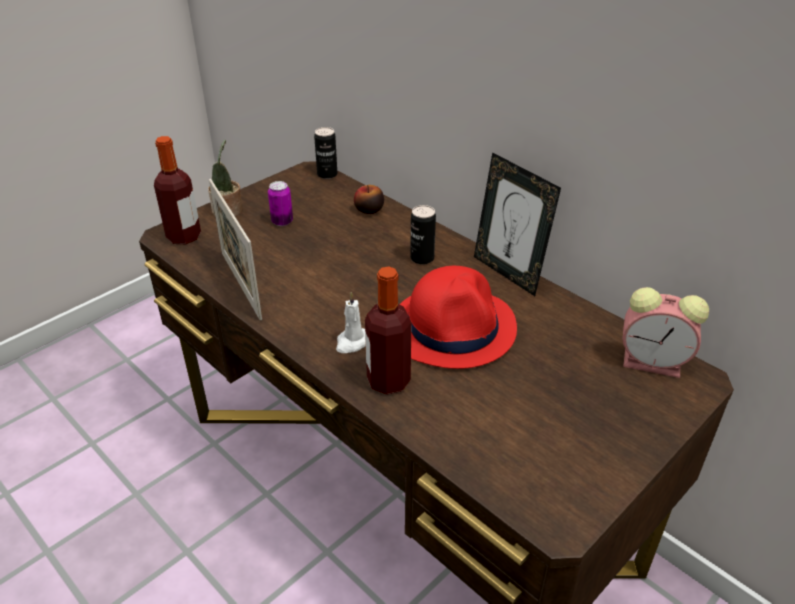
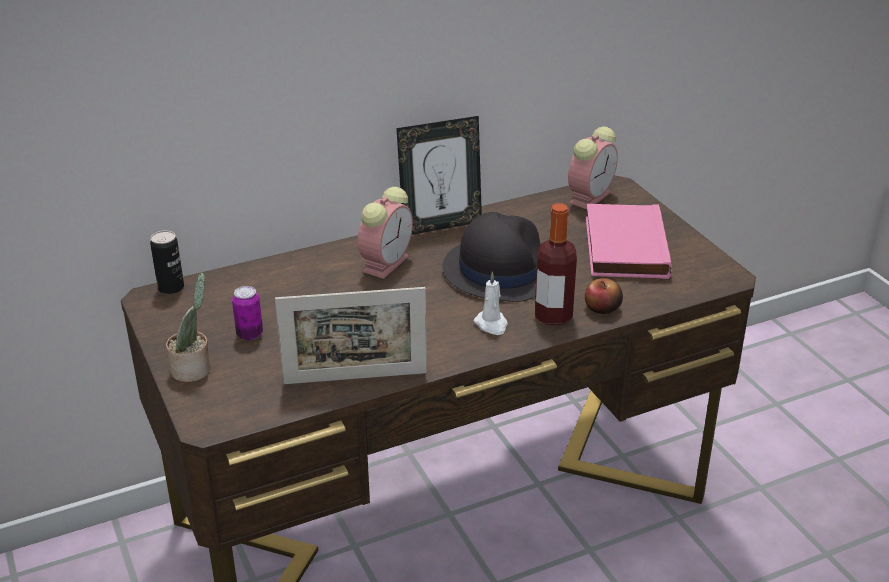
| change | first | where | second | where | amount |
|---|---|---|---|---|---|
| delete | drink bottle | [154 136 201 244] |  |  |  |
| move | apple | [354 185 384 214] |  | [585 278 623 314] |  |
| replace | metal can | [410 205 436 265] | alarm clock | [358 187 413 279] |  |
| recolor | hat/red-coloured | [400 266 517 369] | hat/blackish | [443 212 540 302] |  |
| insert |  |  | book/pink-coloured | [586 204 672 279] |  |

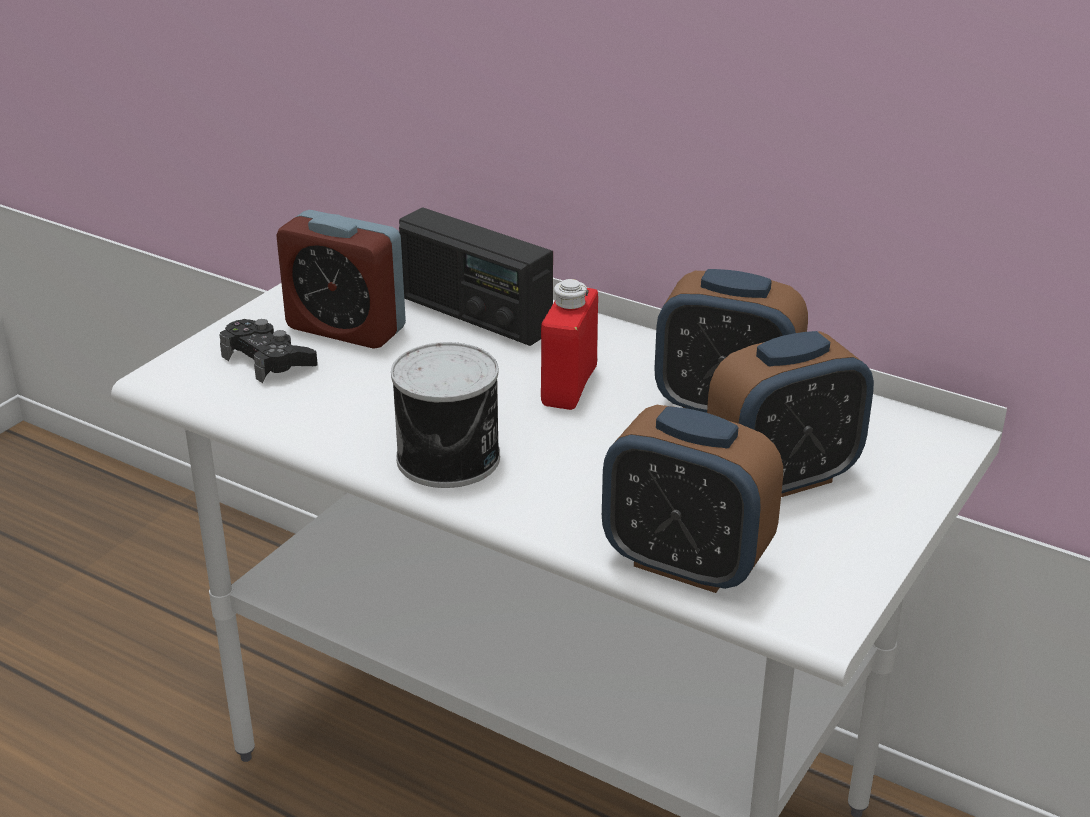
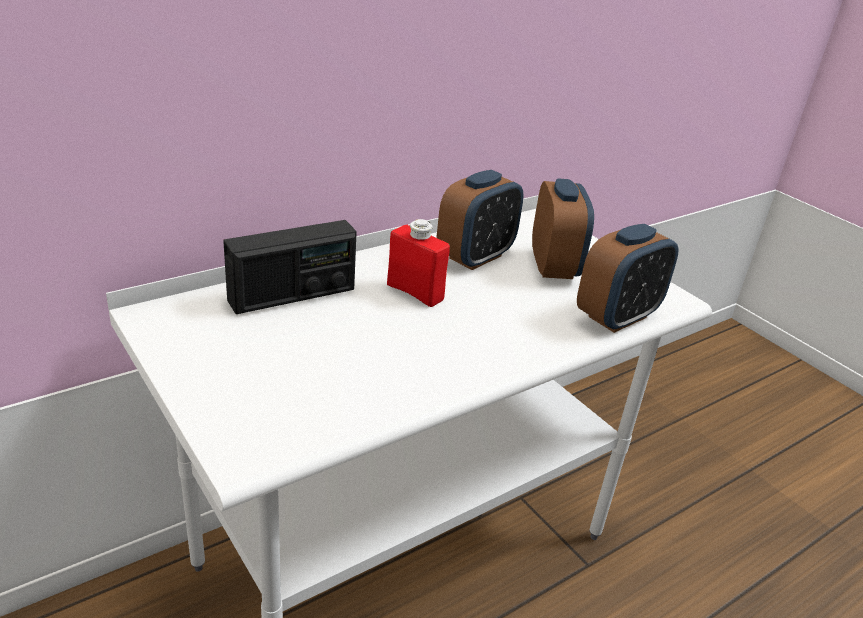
| change | first | where | second | where | amount |
|---|---|---|---|---|---|
| delete | alarm clock | [276 210 406 349] |  |  |  |
| delete | game controller/blackish | [219 319 318 383] |  |  |  |
| delete | metal can | [391 342 500 488] |  |  |  |

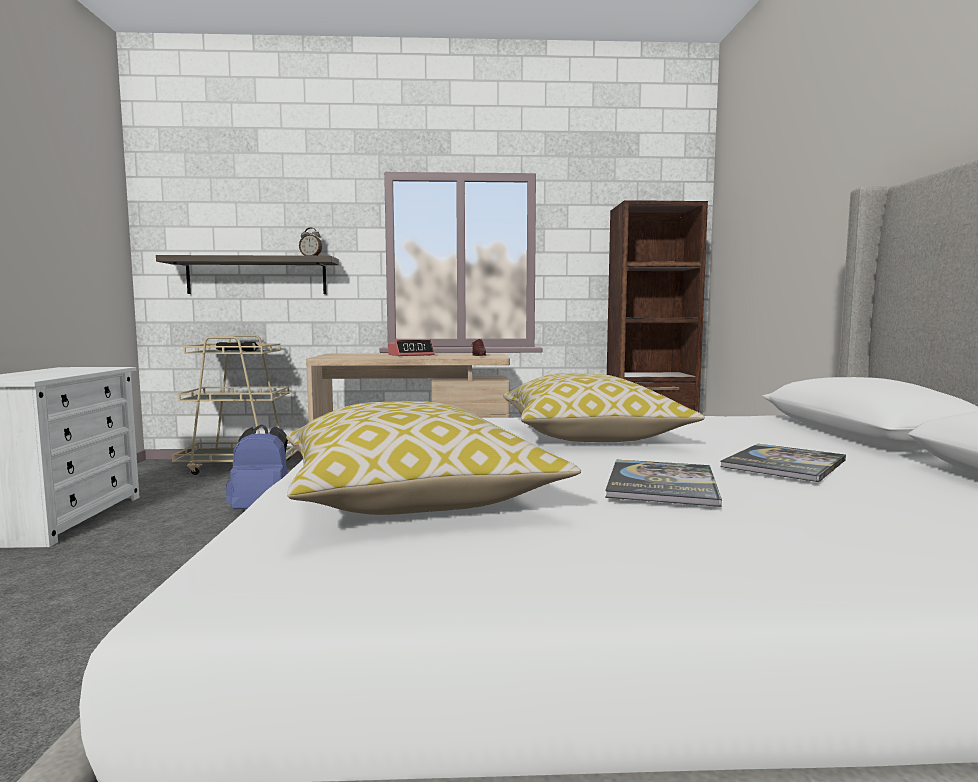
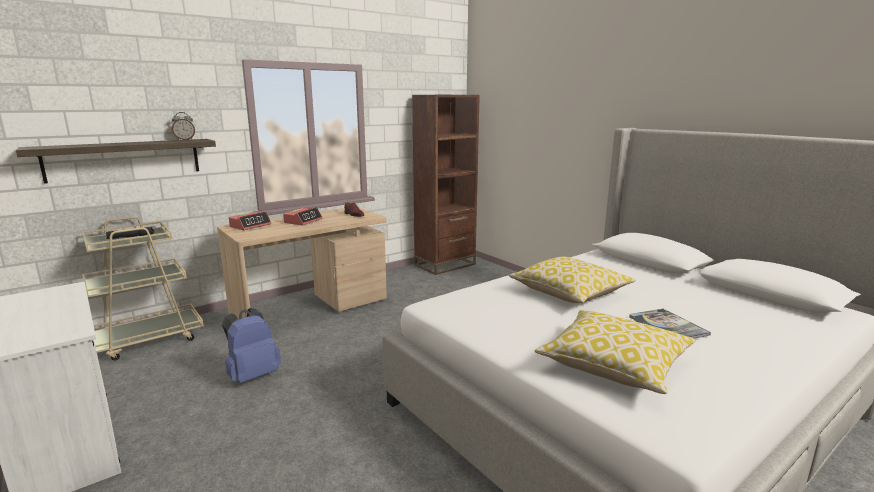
| change | first | where | second | where | amount |
|---|---|---|---|---|---|
| delete | book | [720 444 846 482] |  |  |  |
| insert |  |  | alarm clock | [229 212 271 230] |  |

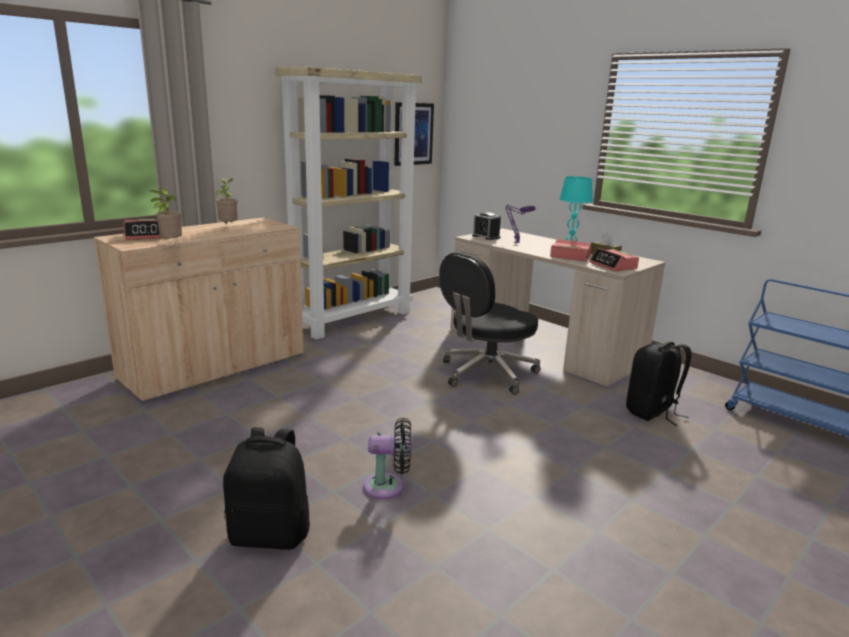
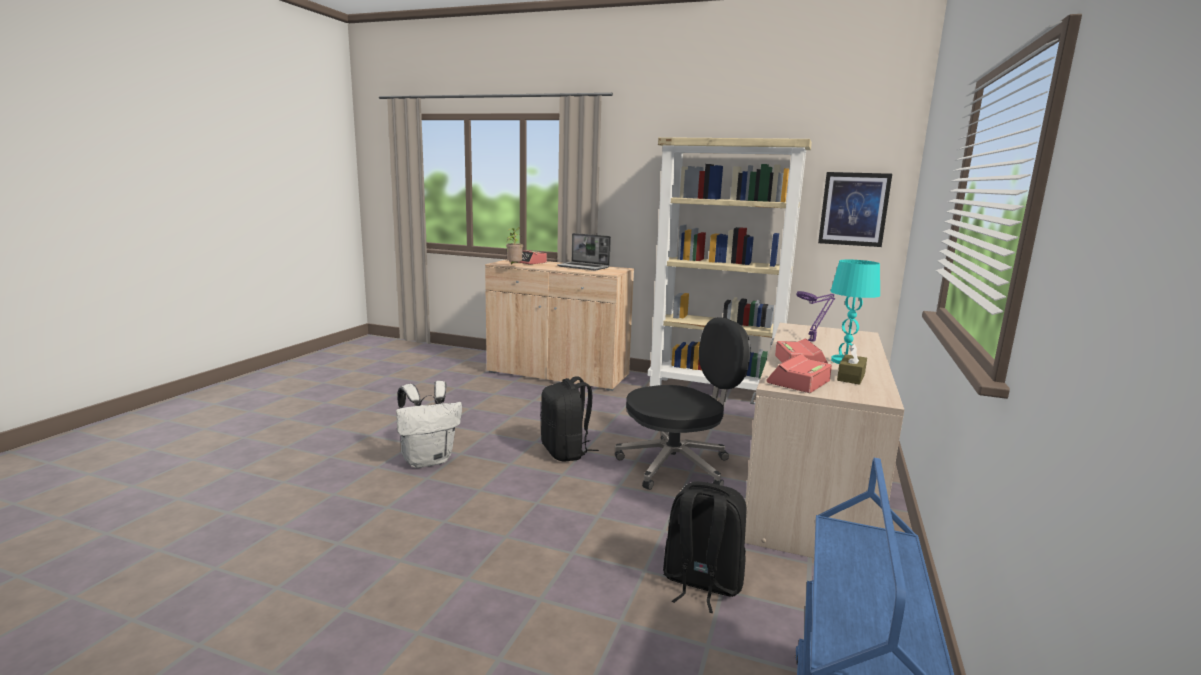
| change | first | where | second | where | amount |
|---|---|---|---|---|---|
| replace | plant in a pot | [216 178 238 225] | laptop | [557 233 611 270] |  |
| delete | alarm clock | [472 213 501 240] |  |  |  |
| rotate | desk chair/blackish | [439 252 540 395] |  | [615 317 751 490] | 135 degrees clockwise |
| replace | cooling fan/blackish | [363 417 411 499] | knapsack/whitish | [396 381 462 468] |  |
| move | knapsack/blackish | [223 427 310 550] |  | [540 376 599 462] |  |

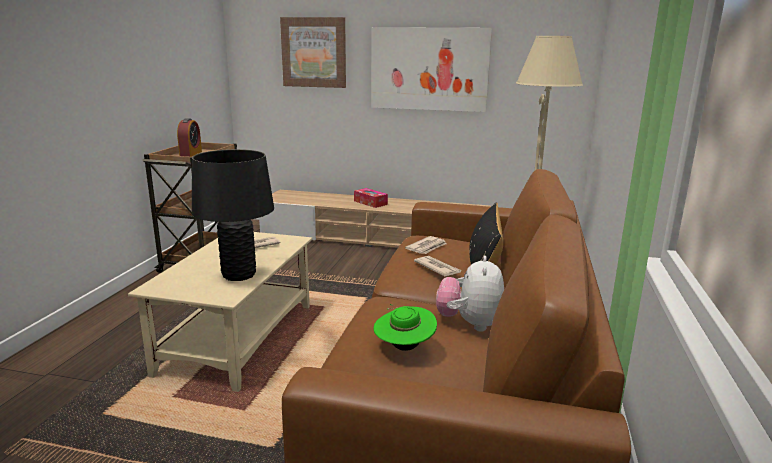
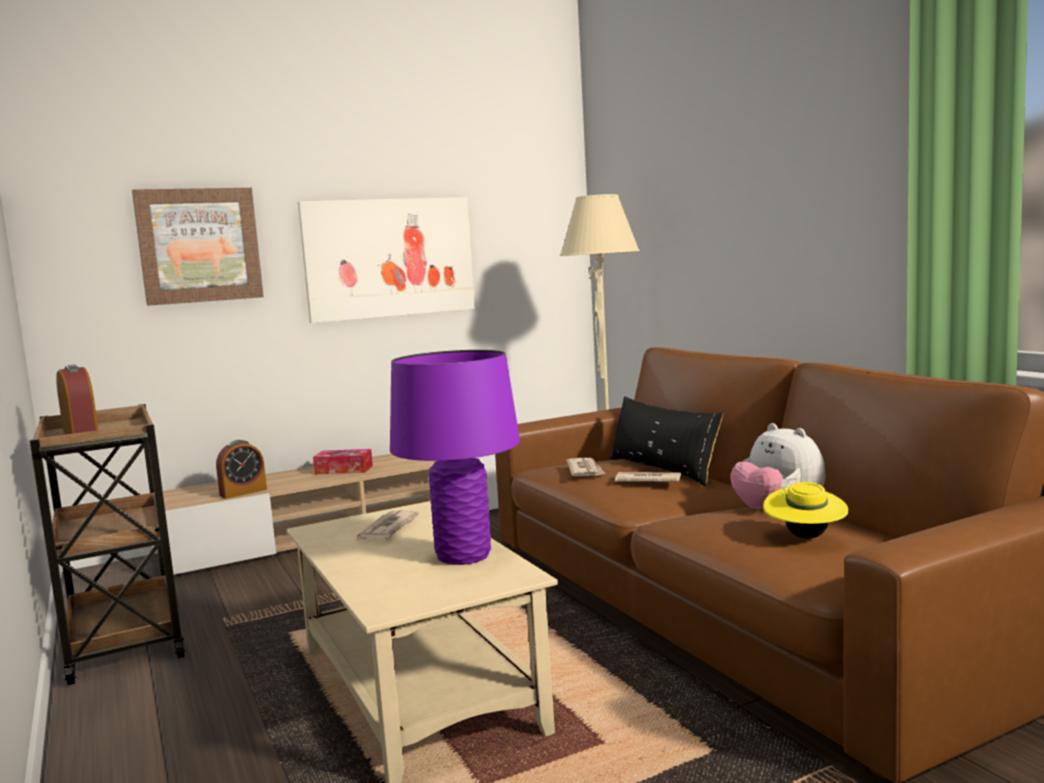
| change | first | where | second | where | amount |
|---|---|---|---|---|---|
| recolor | lamp for a table/blackish | [192 149 274 281] | lamp for a table/purple | [390 350 520 565] |  |
| recolor | hat/green-coloured | [373 304 437 351] | hat/yellow | [763 482 849 538] |  |
| insert |  |  | alarm clock | [216 440 267 499] |  |

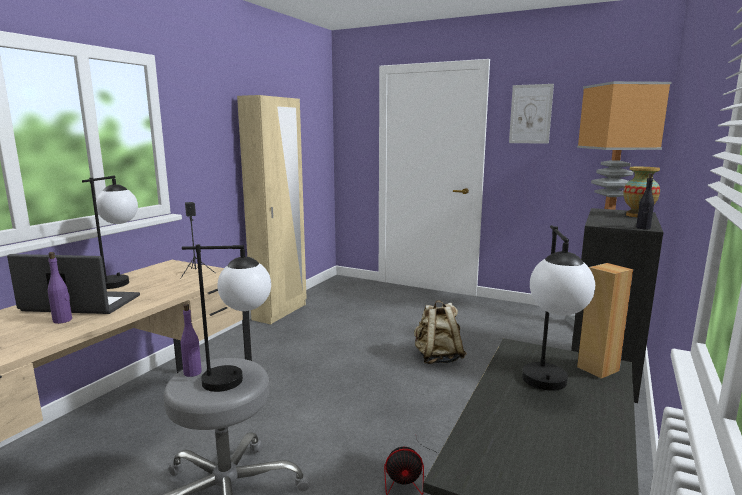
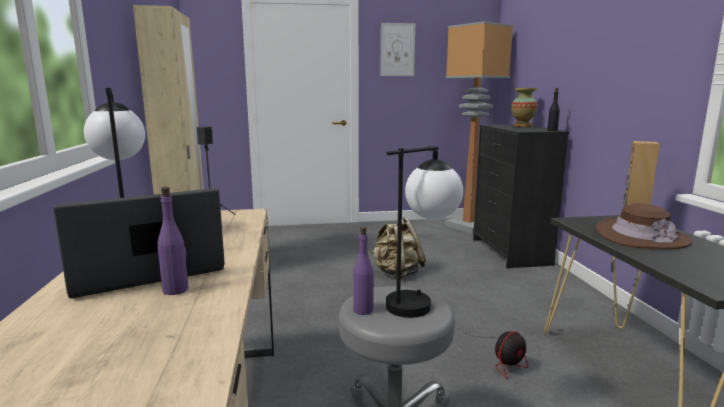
| change | first | where | second | where | amount |
|---|---|---|---|---|---|
| replace | lamp for a table | [522 225 595 391] | hat/brownish | [596 203 692 249] |  |

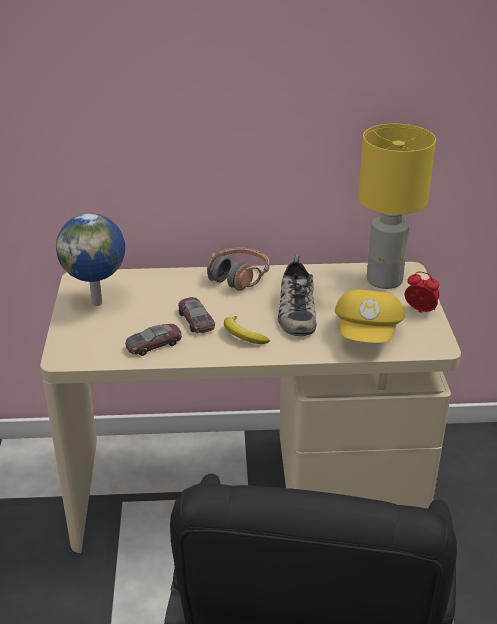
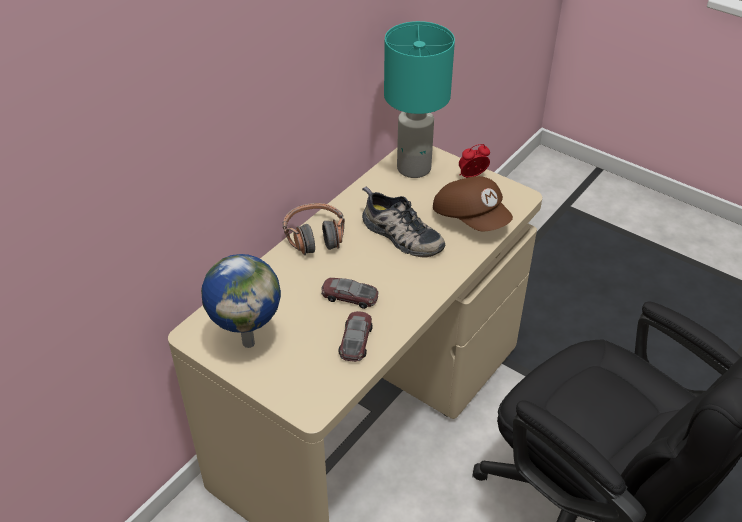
| change | first | where | second | where | amount |
|---|---|---|---|---|---|
| recolor | lamp for a table/yellow | [358 124 436 289] | lamp for a table/turquoise-coloured | [384 21 455 178] |  |
| recolor | baseball cap/yellow | [335 289 405 343] | baseball cap/brownish | [433 176 513 231] |  |
| delete | banana fruit | [224 316 270 344] |  |  |  |

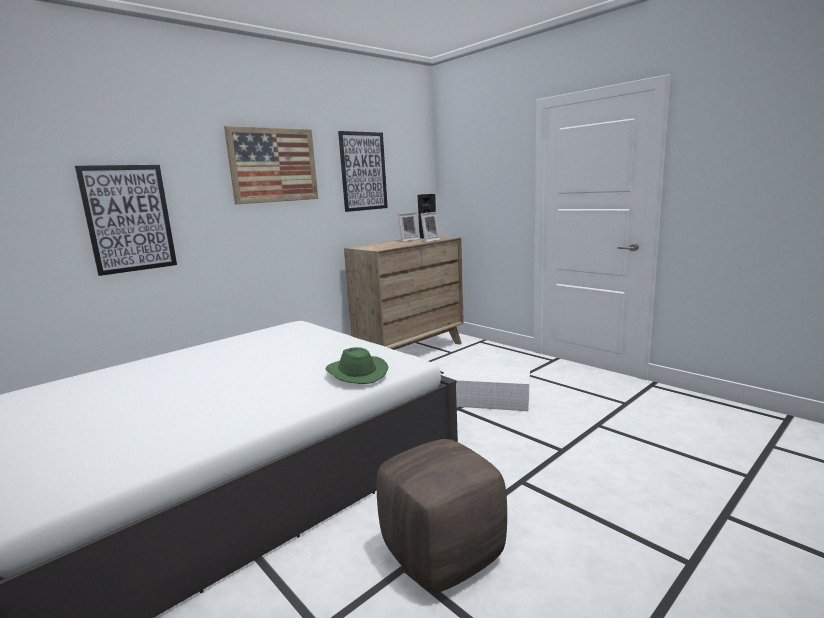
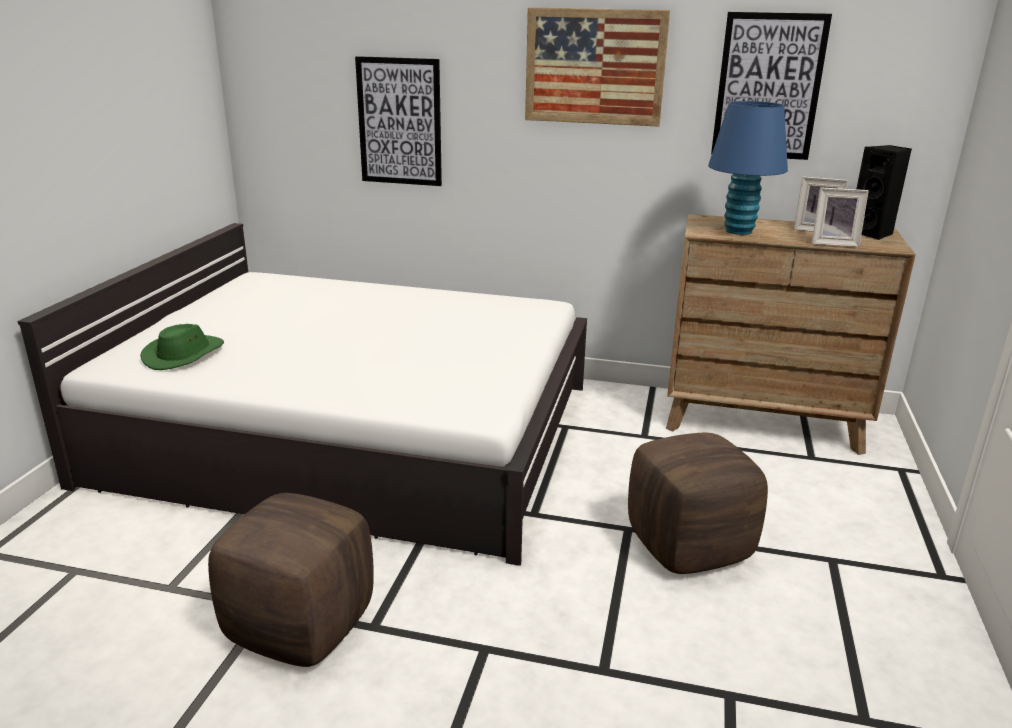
| change | first | where | second | where | amount |
|---|---|---|---|---|---|
| move | hat/green-coloured | [326 347 388 384] |  | [140 324 224 370] |  |
| replace | storage container/whitish | [443 364 530 411] | footrest/brownish | [628 433 768 574] |  |
| insert |  |  | lamp for a table/blue | [708 101 788 235] |  |

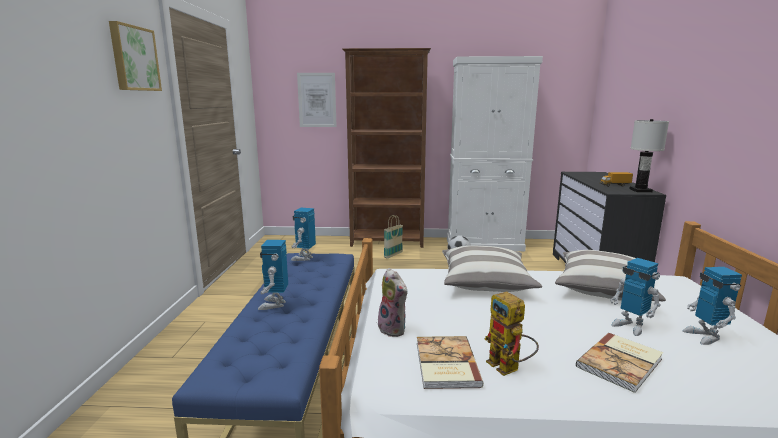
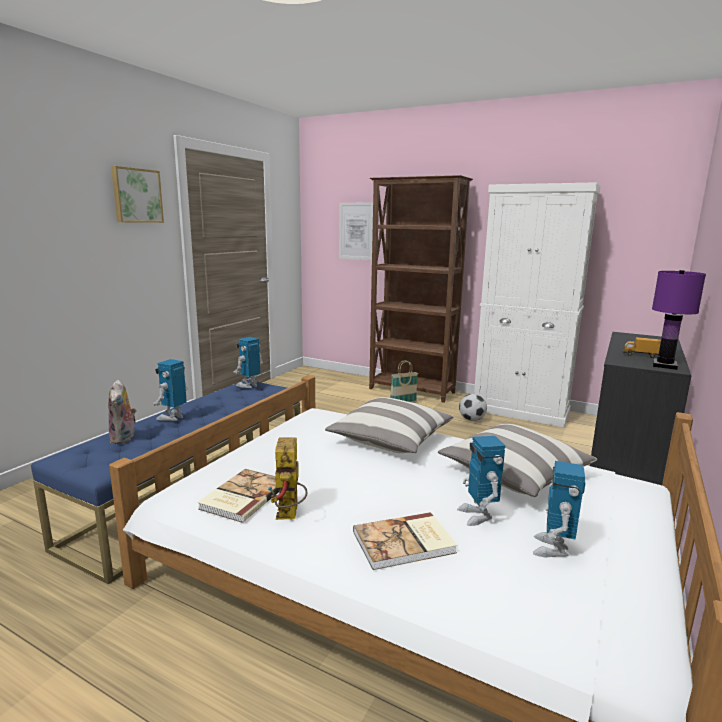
| change | first | where | second | where | amount |
|---|---|---|---|---|---|
| recolor | lamp for a table/whitish | [629 119 669 192] | lamp for a table/purple | [652 270 706 370] |  |
| move | plush toy | [376 268 408 337] |  | [108 380 137 444] |  |

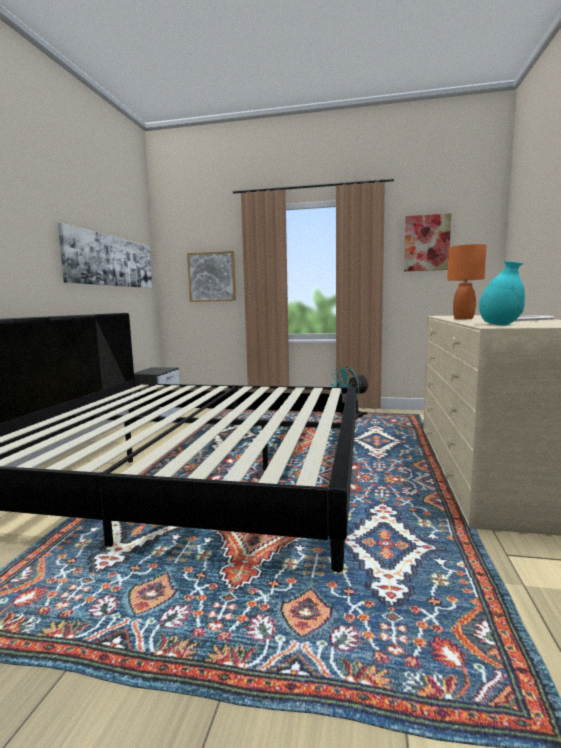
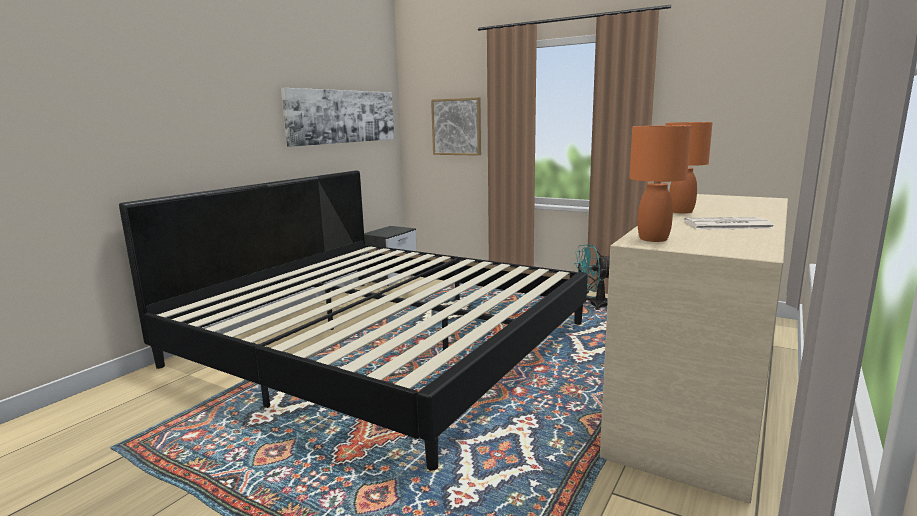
| change | first | where | second | where | amount |
|---|---|---|---|---|---|
| delete | wall art | [404 213 451 271] |  |  |  |
| replace | decorative vase/turquoise-coloured | [479 261 525 326] | lamp for a table/orangey | [629 125 691 242] |  |

